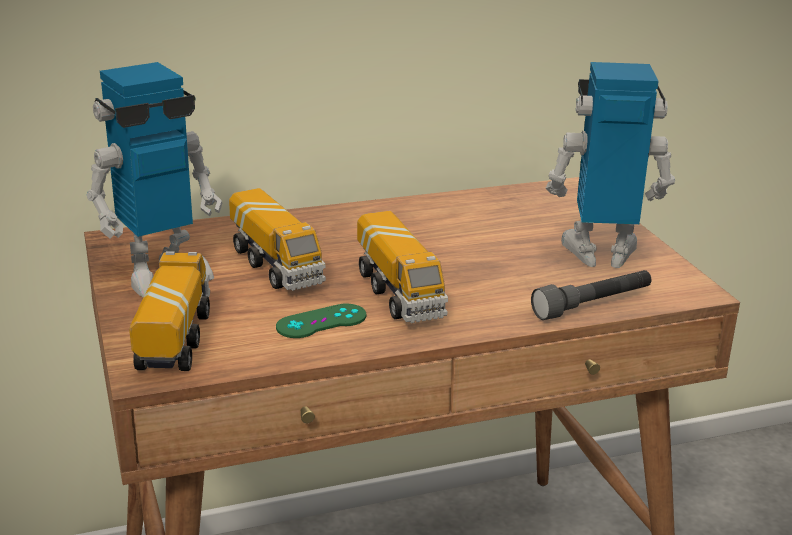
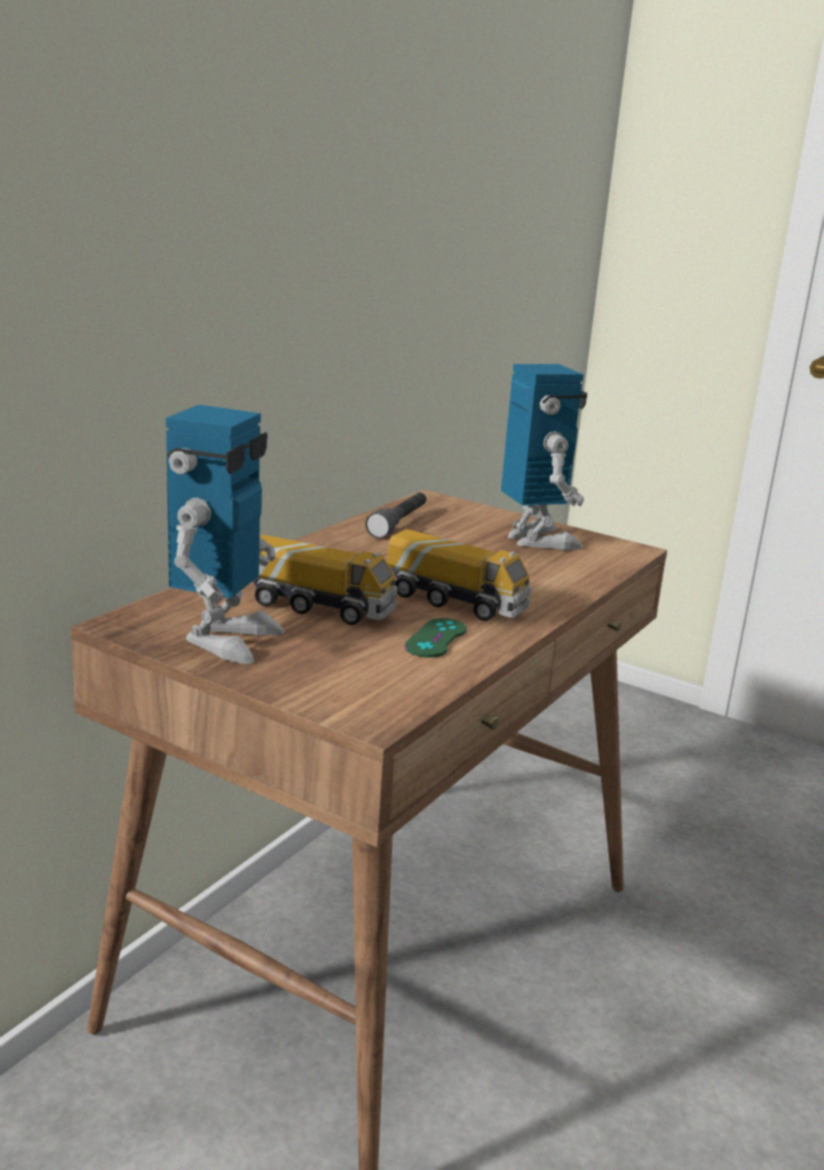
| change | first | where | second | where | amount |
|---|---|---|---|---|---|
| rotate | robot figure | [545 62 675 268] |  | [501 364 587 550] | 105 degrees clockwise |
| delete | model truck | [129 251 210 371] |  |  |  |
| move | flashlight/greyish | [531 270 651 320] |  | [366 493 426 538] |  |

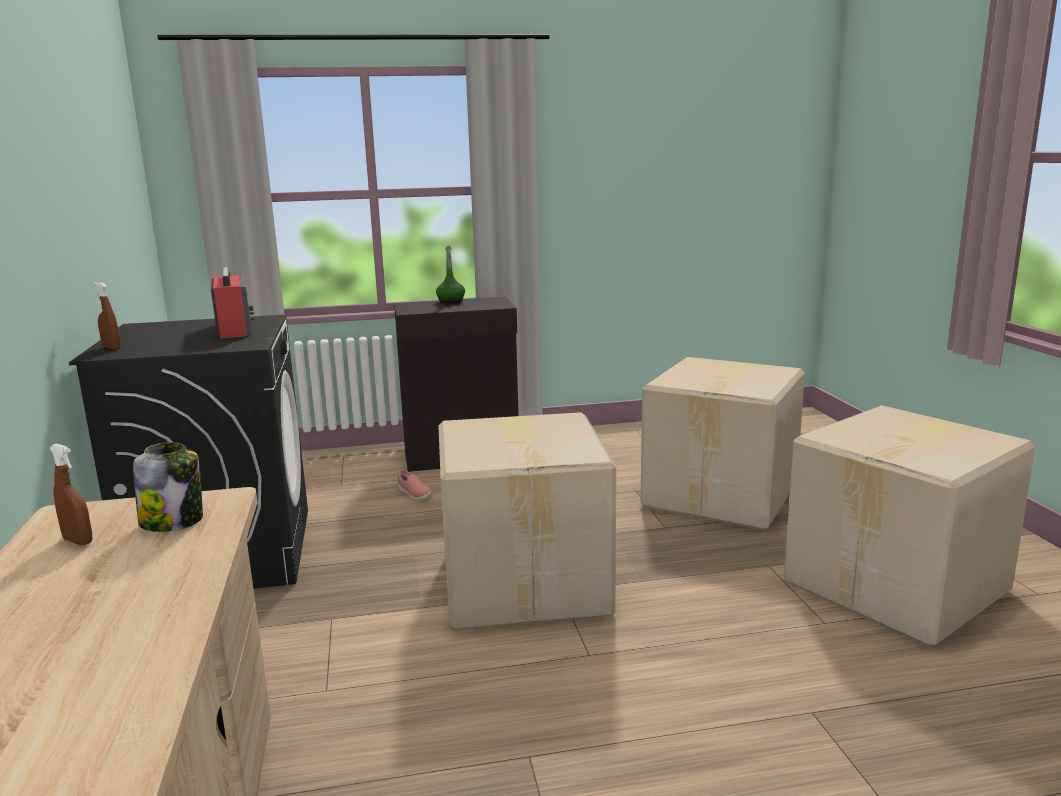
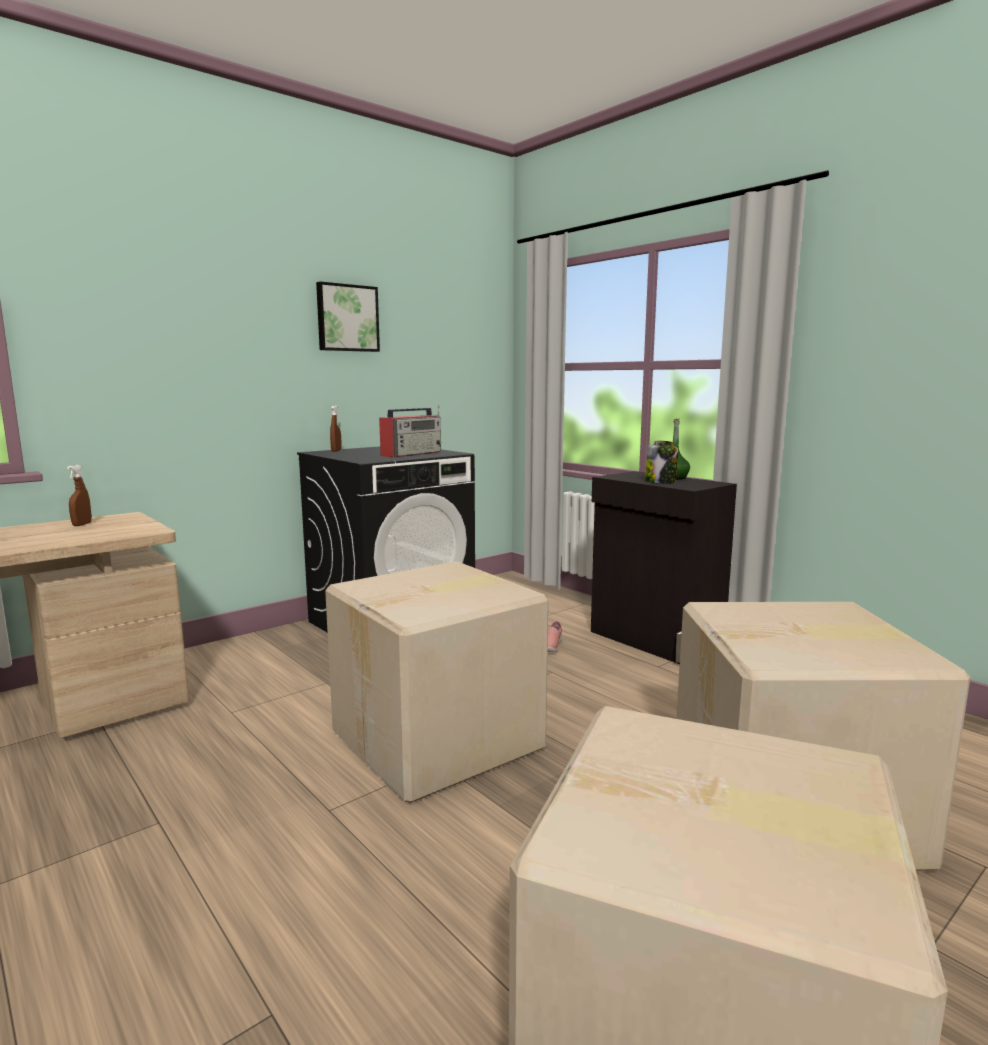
| change | first | where | second | where | amount |
|---|---|---|---|---|---|
| move | jar | [133 442 203 532] |  | [645 441 679 484] |  |
| insert |  |  | wall art | [316 282 380 352] |  |

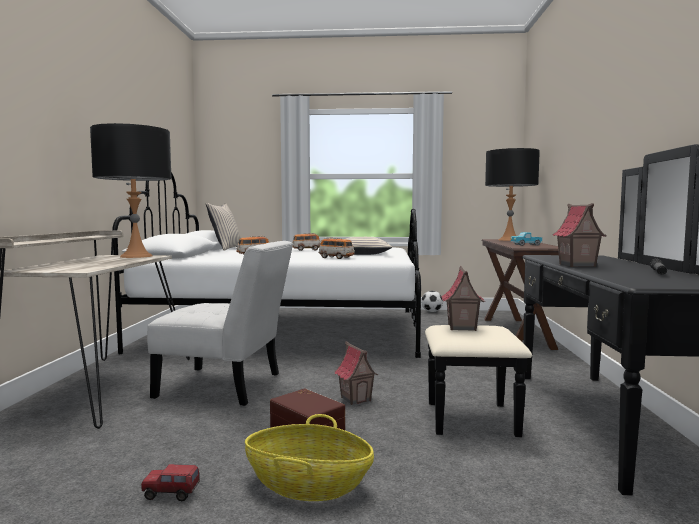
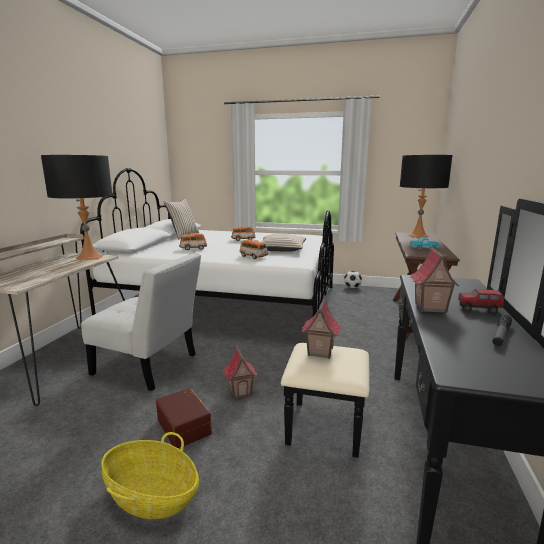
| change | first | where | second | where | amount |
|---|---|---|---|---|---|
| move | model truck | [141 464 200 501] |  | [458 289 504 314] |  |

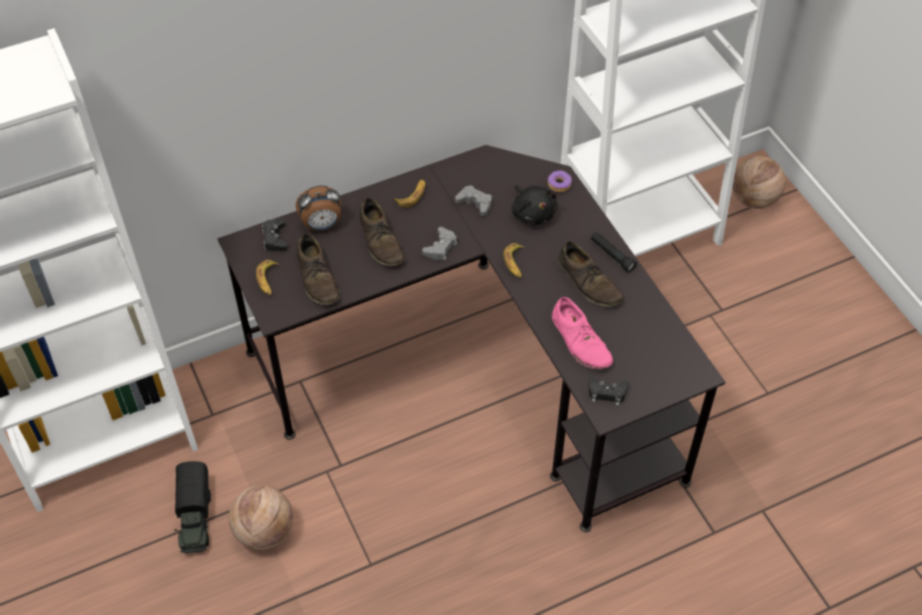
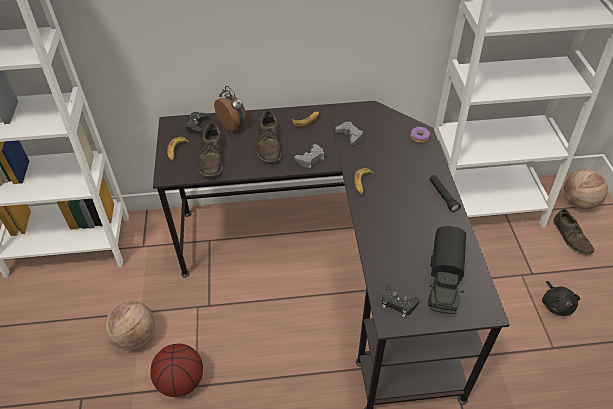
| change | first | where | second | where | amount |
|---|---|---|---|---|---|
| rotate | alarm clock | [296 185 341 231] |  | [214 86 246 131] | 135 degrees counterclockwise |
| move | plush toy/blackish | [512 185 557 225] |  | [542 281 580 316] |  |
| move | item of footwear/brownish | [558 241 624 307] |  | [553 209 594 255] |  |
| delete | item of footwear/pink-coloured | [552 297 613 370] |  |  |  |
| move | model truck | [175 461 211 553] |  | [428 226 466 314] |  |
| insert |  |  | basketball | [150 344 203 397] |  |

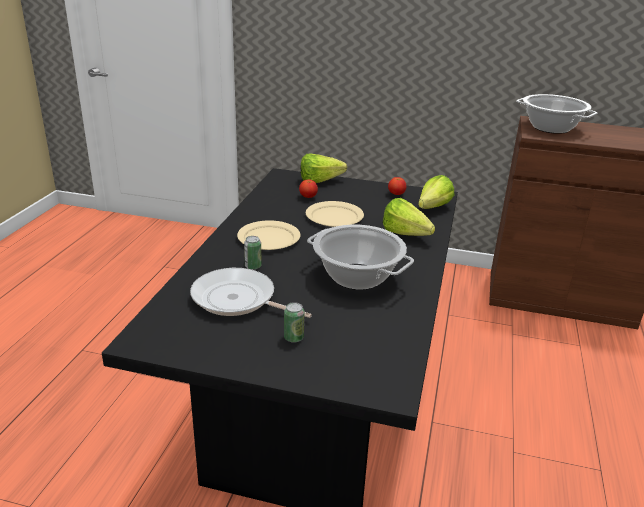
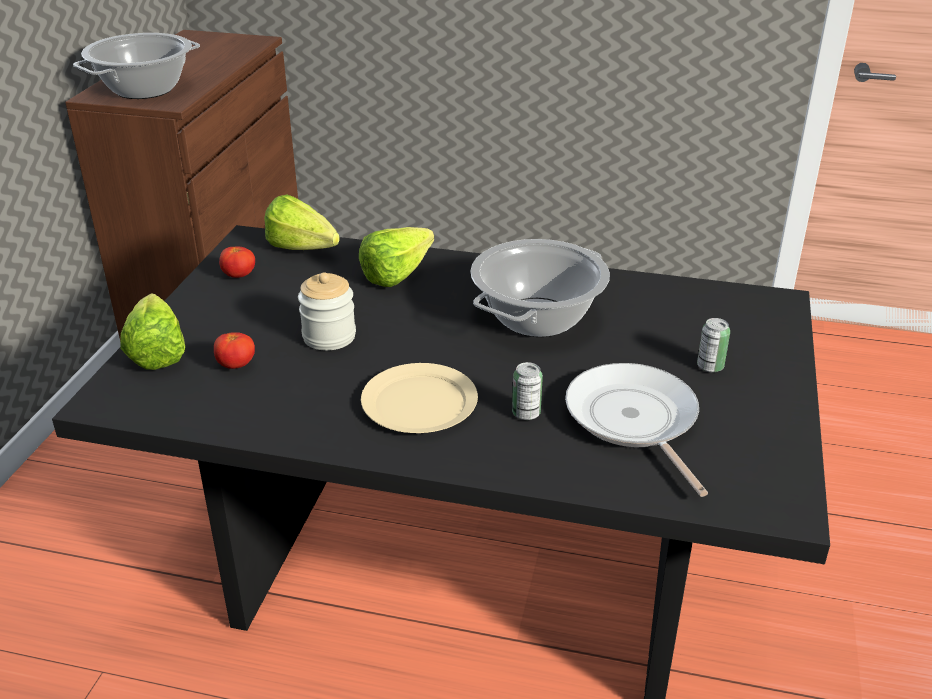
| change | first | where | second | where | amount |
|---|---|---|---|---|---|
| replace | plate/sand-coloured | [306 201 364 227] | jar | [298 272 356 351] |  |
| rotate | skillet | [190 268 312 318] |  | [565 363 708 497] | 135 degrees clockwise |

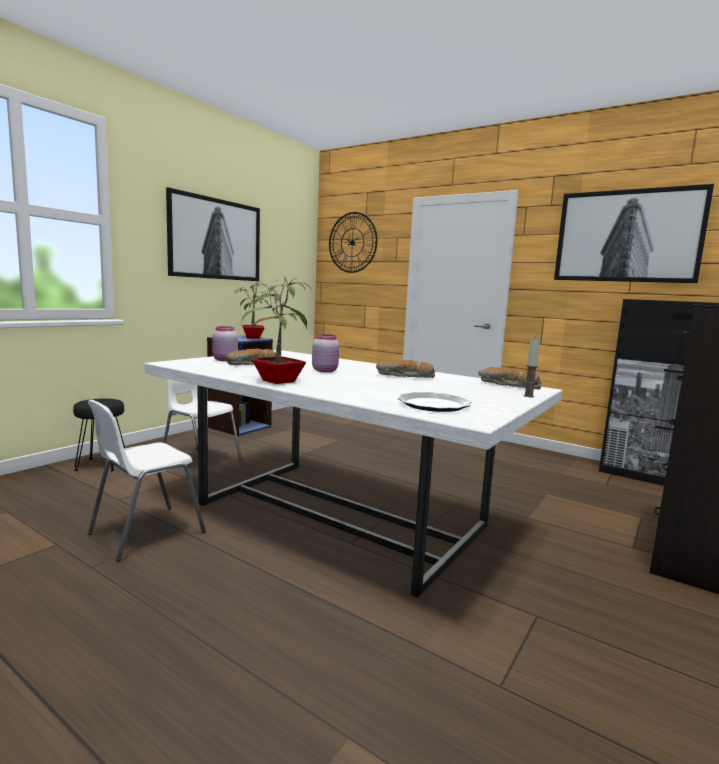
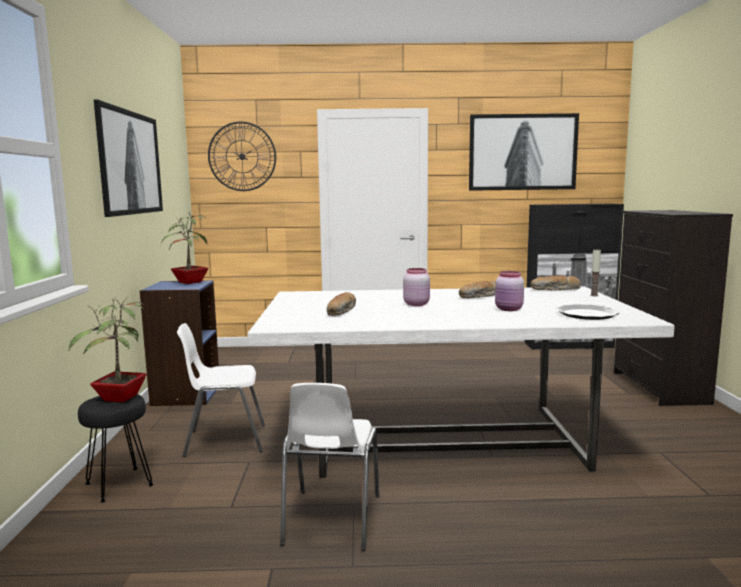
| change | first | where | second | where | amount |
|---|---|---|---|---|---|
| move | plant in a pot | [241 277 312 384] |  | [69 297 147 402] |  |
| move | jar/pink-coloured | [212 326 238 361] |  | [495 271 524 311] |  |

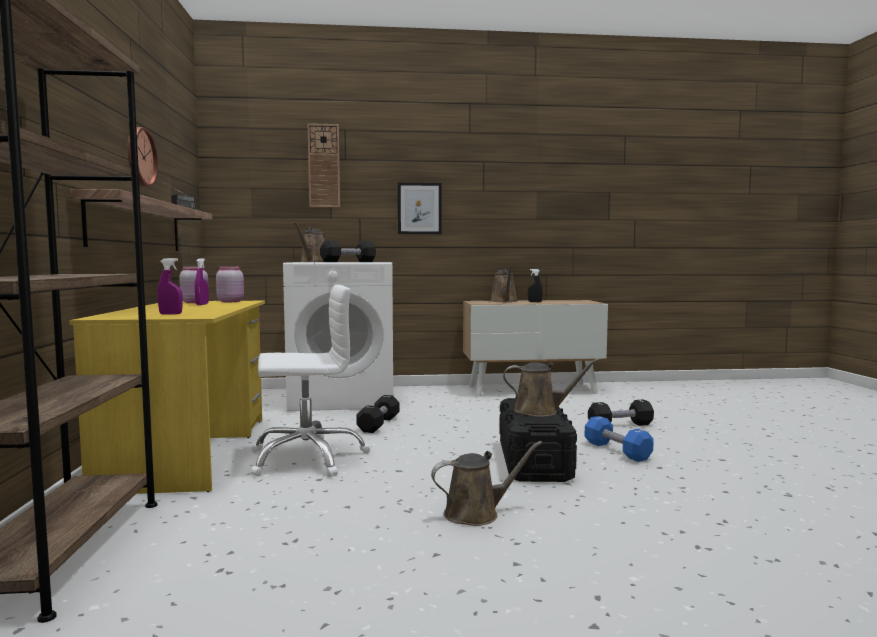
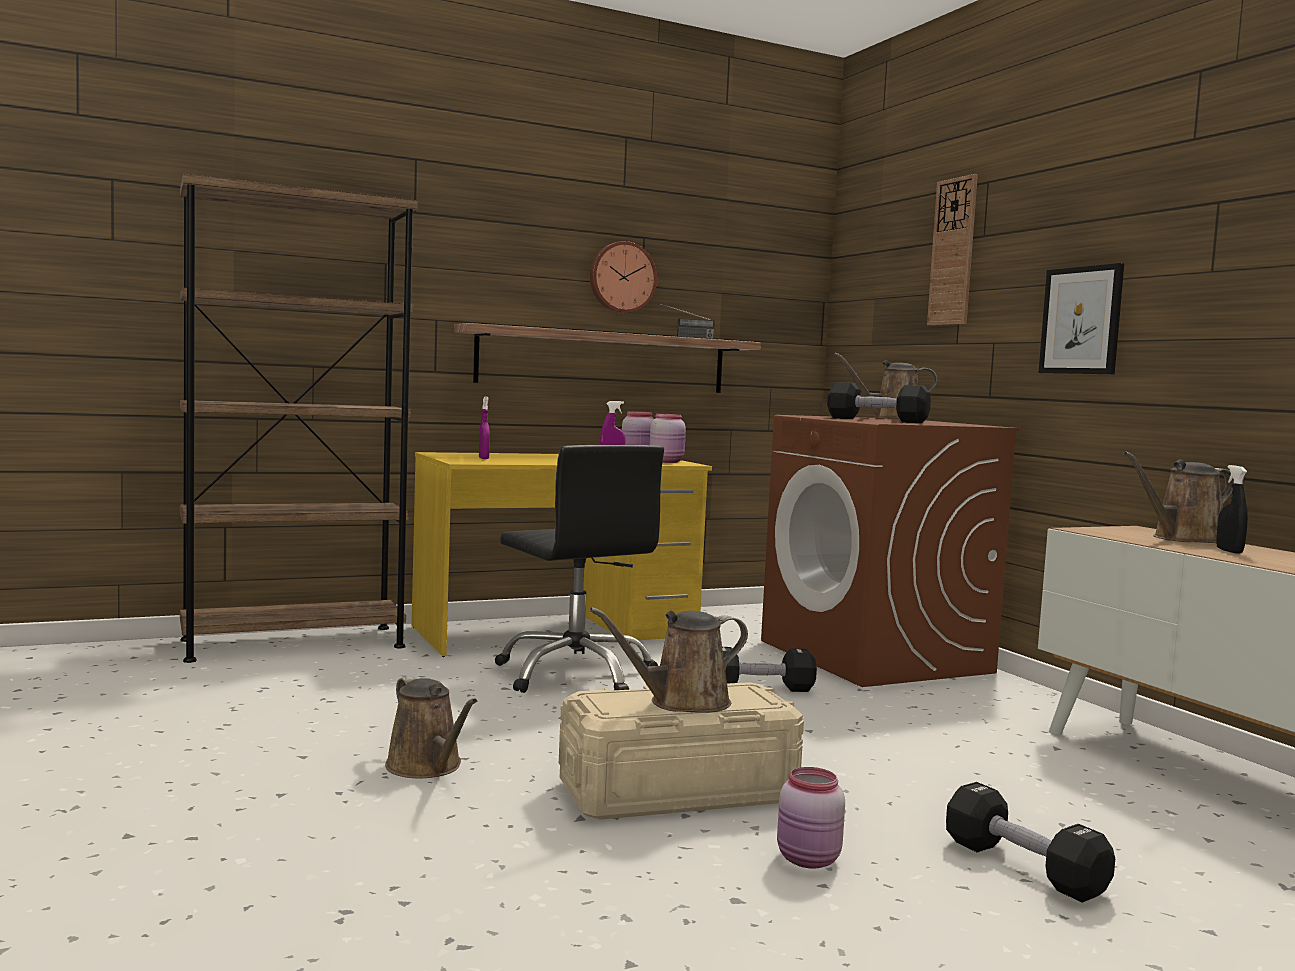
| change | first | where | second | where | amount |
|---|---|---|---|---|---|
| recolor | laundry appliance/whitish | [283 262 393 411] | laundry appliance/brownish | [761 415 1021 687] |  |
| recolor | desk chair/whitish | [251 285 370 477] | desk chair/blackish | [495 445 664 693] |  |
| rotate | sprinkling can/brownish | [503 358 600 417] |  | [590 607 748 713] | 75 degrees clockwise |
| recolor | storage container/blackish | [499 398 577 482] | storage container/sand-coloured | [559 682 804 820] |  |
| replace | dumbbell/blue | [585 416 654 462] | jar/pink-coloured | [777 767 845 869] |  |

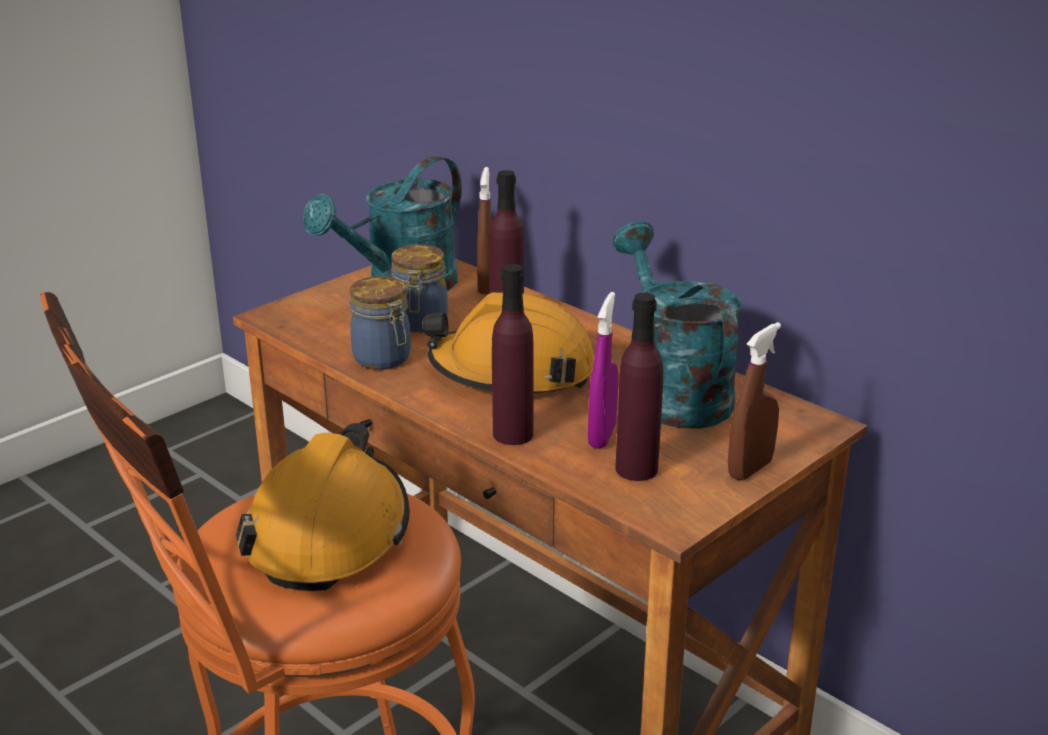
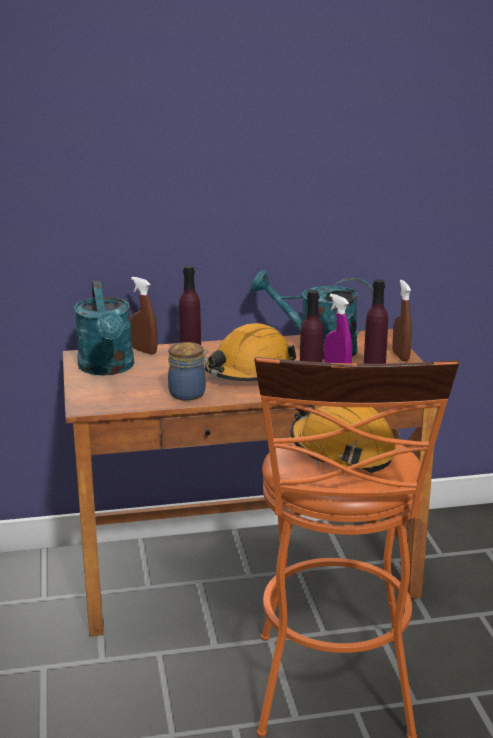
| change | first | where | second | where | amount |
|---|---|---|---|---|---|
| delete | jar | [391 244 448 333] |  |  |  |

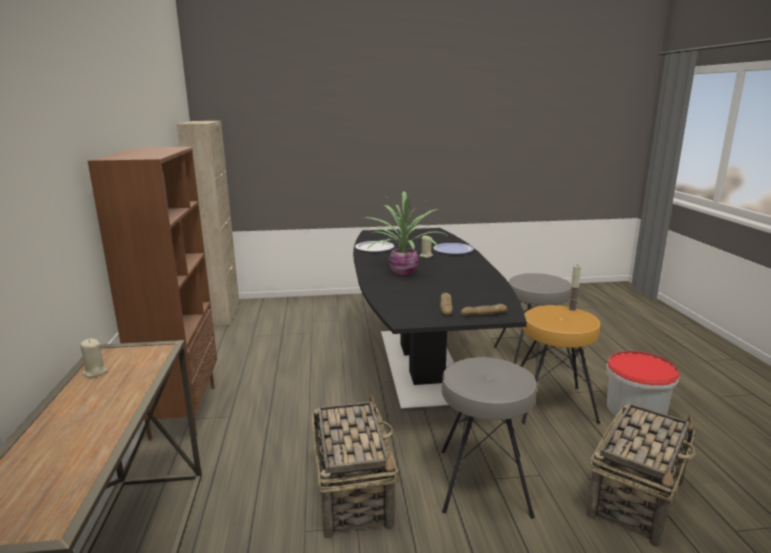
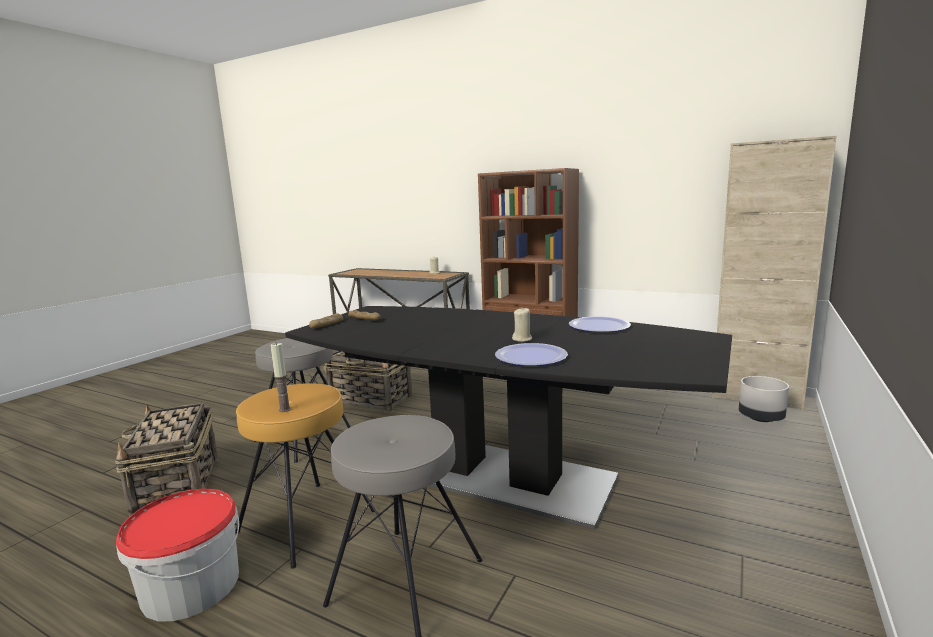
| change | first | where | second | where | amount |
|---|---|---|---|---|---|
| delete | plant in a pot | [366 191 446 275] |  |  |  |
| insert |  |  | flower pot/greyish | [739 376 789 422] |  |

